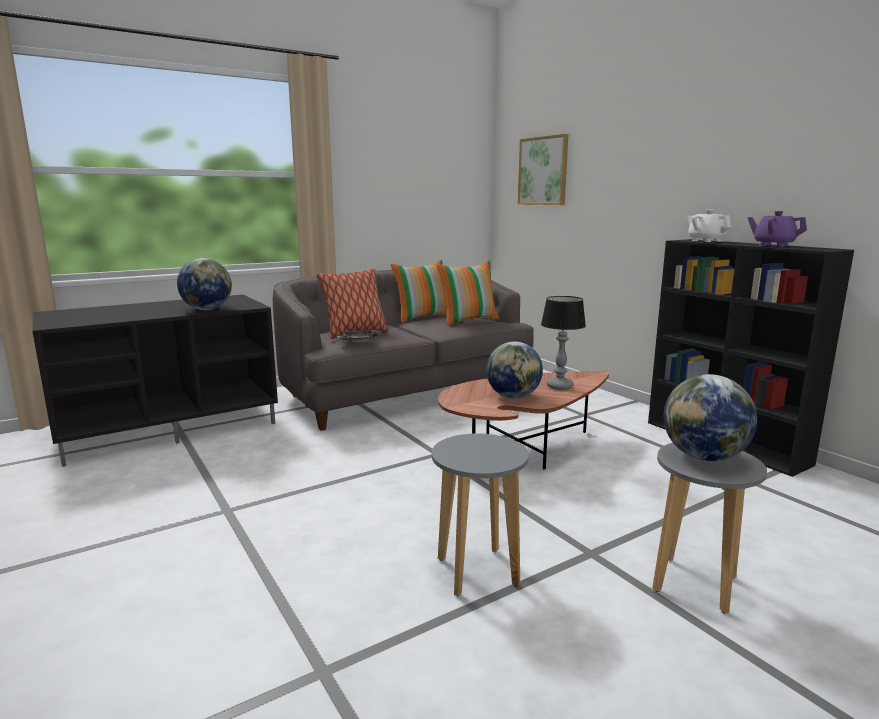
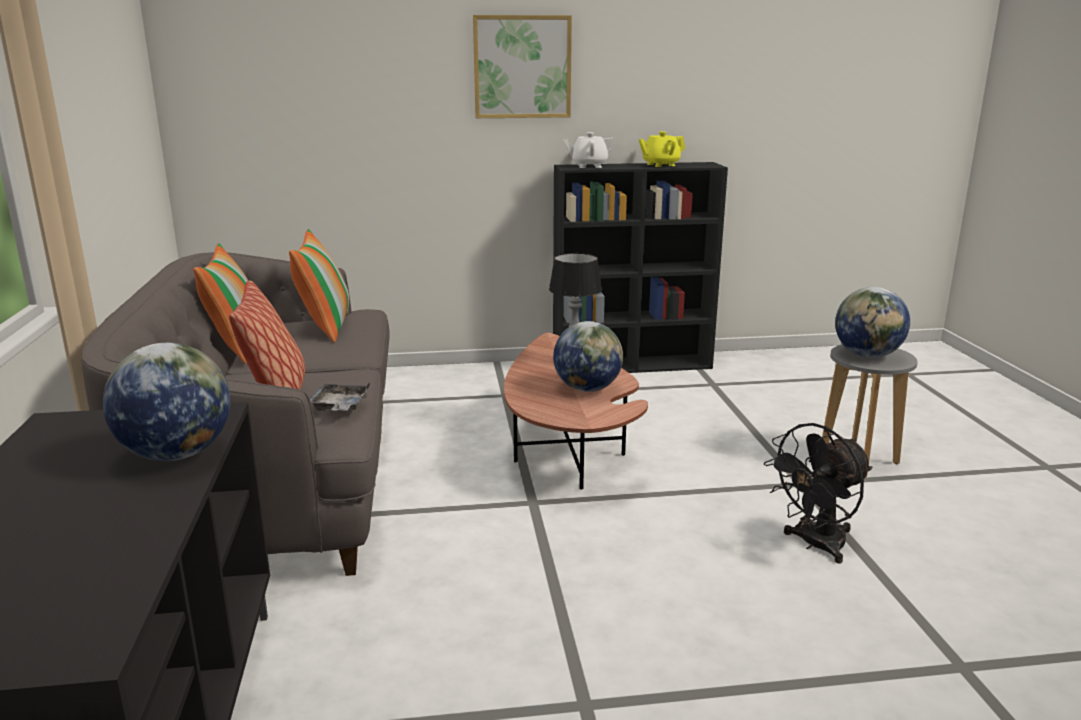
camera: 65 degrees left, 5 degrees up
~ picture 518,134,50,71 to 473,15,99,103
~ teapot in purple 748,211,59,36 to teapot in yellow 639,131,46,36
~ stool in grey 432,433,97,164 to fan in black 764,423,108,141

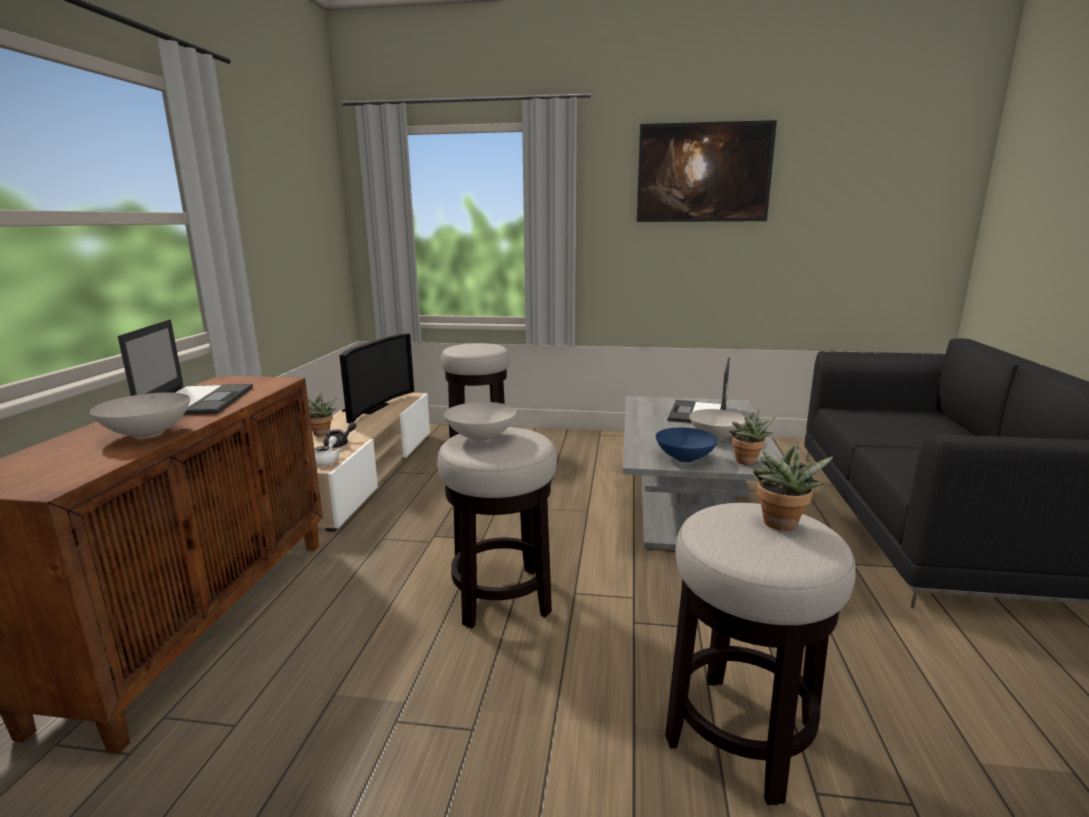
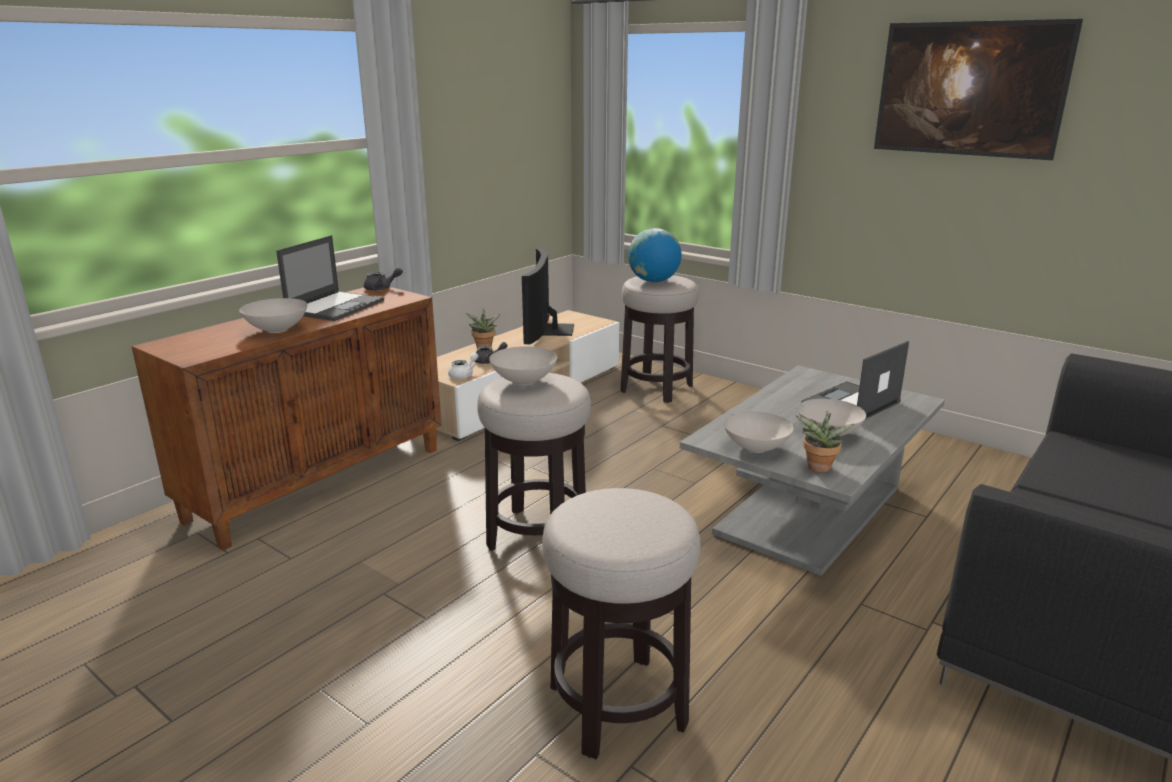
camera: 30 degrees right, 5 degrees up
+ teapot in grey 364,267,39,24
~ television 339,333,75,90 = 522,248,52,96 135 degrees clockwise
+ globe 628,228,54,54
~ bowl in blue 656,427,62,35 to bowl in white 724,411,69,42
- potted plant 753,442,80,89

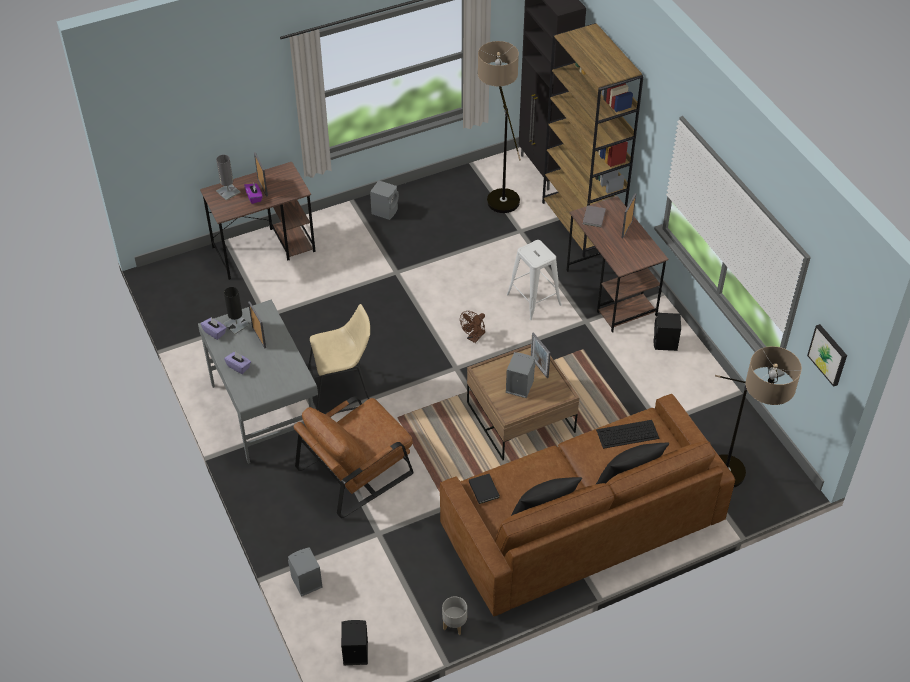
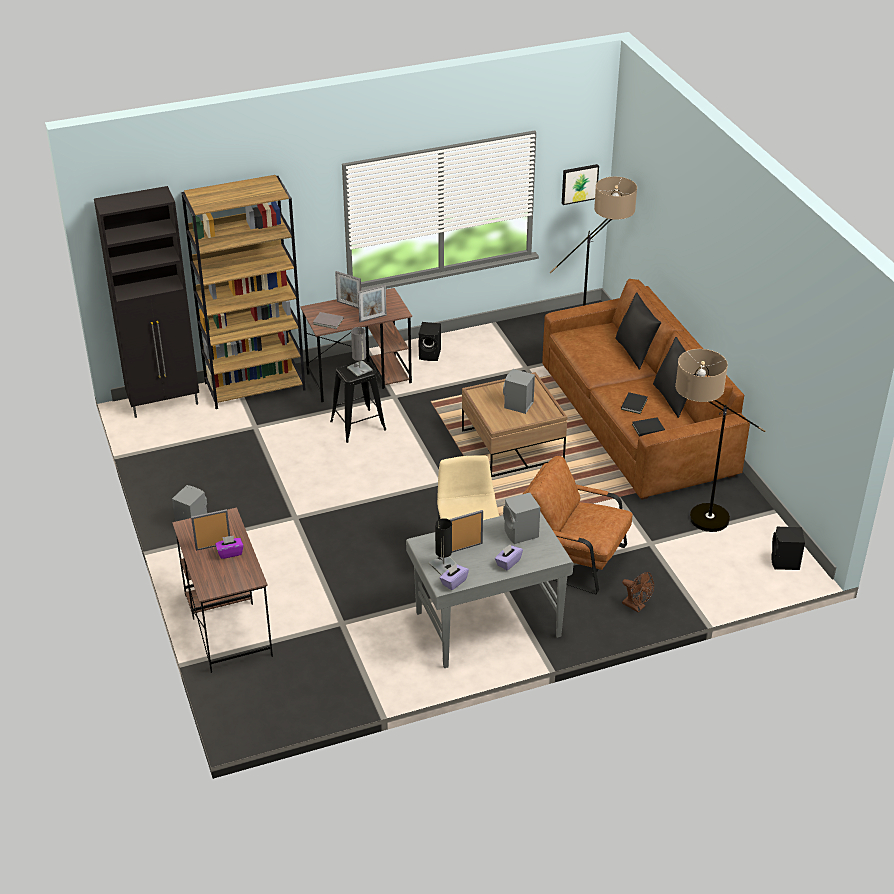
camera: 85 degrees left, 10 degrees down
~ stool in white 507,240,55,80 to stool in black 330,360,56,83
~ table lamp in grey 216,155,25,45 to 347,327,25,49
~ picture frame 531,332,20,46 to 358,285,29,37
~ speaker in grey 288,547,35,50 to 503,493,37,51
~ armchair in brown 293,397,121,121 = 523,456,110,138 150 degrees clockwise
+ book in black 621,392,27,22
~ fan in brown 460,311,25,32 to 622,572,32,41
~ floor lamp 478,41,43,172 to 675,349,90,183
- planter in grey 442,597,25,38
- keyboard 596,420,63,29

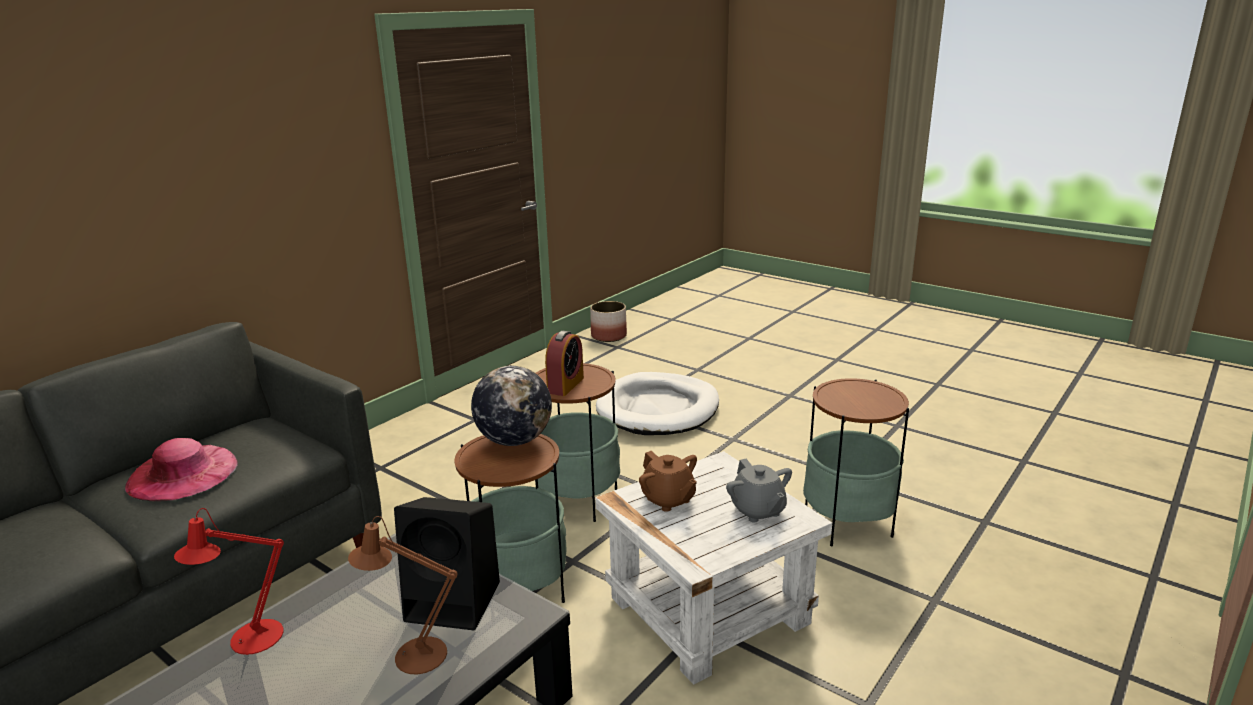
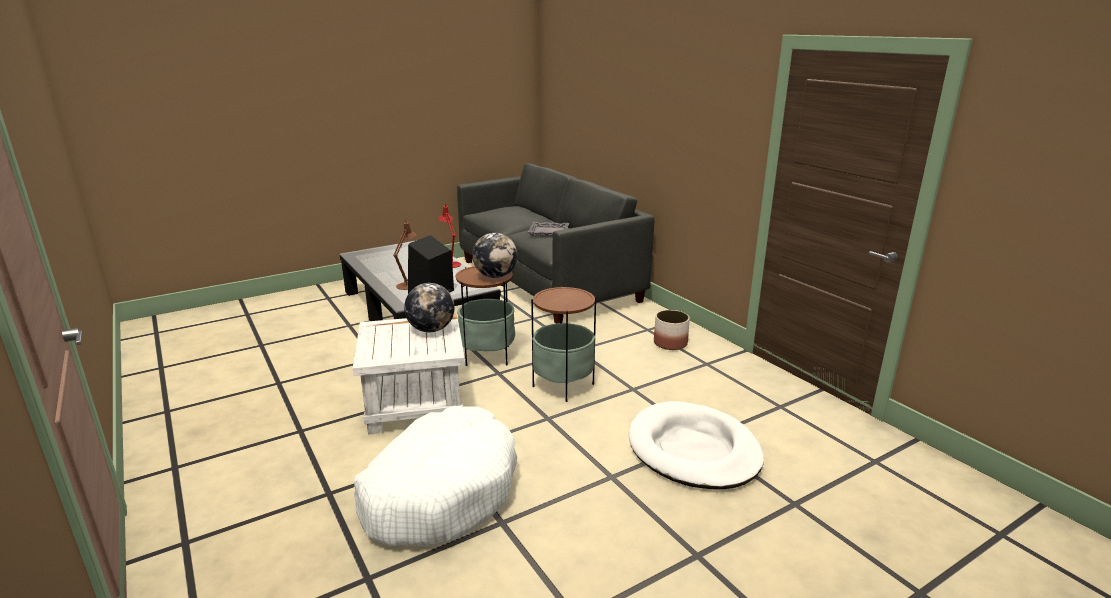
camera: 110 degrees right, 0 degrees up
~ side table 803,378,106,168 to dog bed in white 354,406,163,140
~ teapot in brown 639,451,58,61 to globe 404,283,51,49
~ hat in pink 125,438,113,63 to tray in grey 528,222,41,15
~ planter 590,301,37,41 to 654,310,36,40
- alarm clock 545,331,39,65
- teapot in grey 726,459,66,63

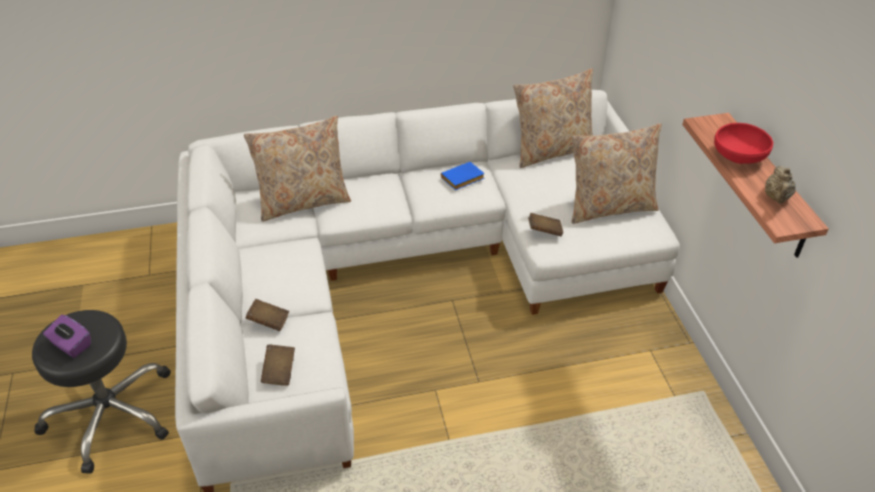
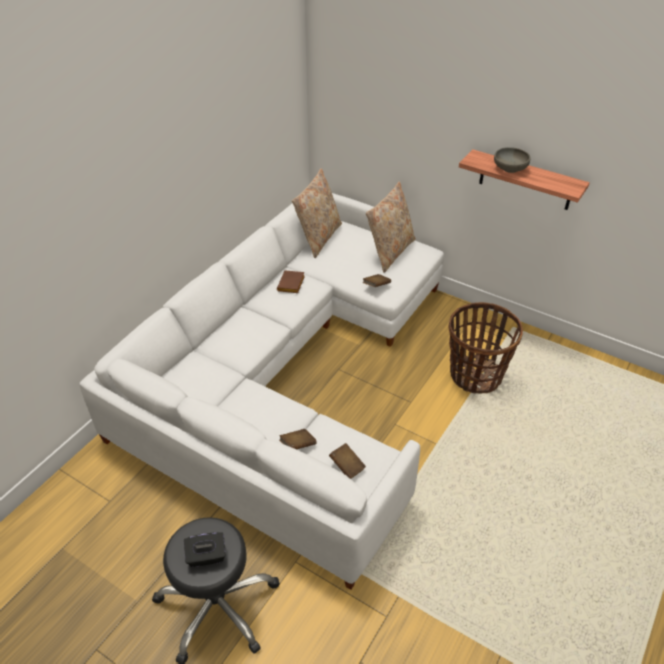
camera: 45 degrees left, 0 degrees up
~ tissue box in purple 43,314,48,44 to tissue box in black 184,532,41,35
~ book in blue 441,162,44,28 to book in brown 277,270,28,23
+ basket 449,302,74,91
~ bowl in red 714,123,59,41 to bowl in grey 494,147,37,26
- pillow in beige 244,116,107,106
- teapot in beige 765,166,31,38

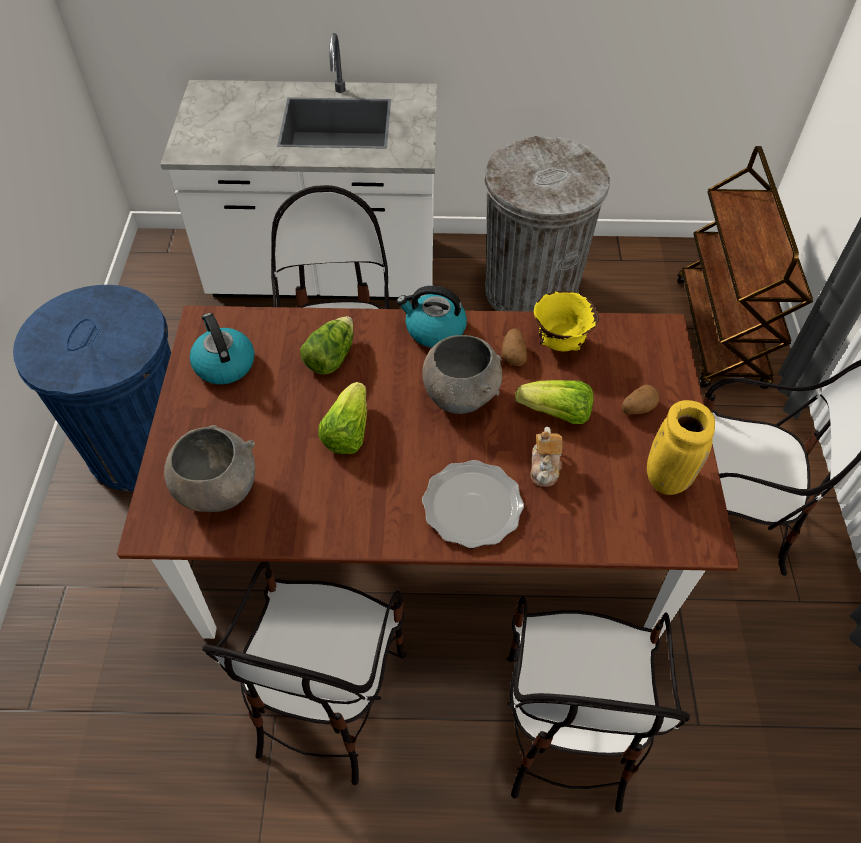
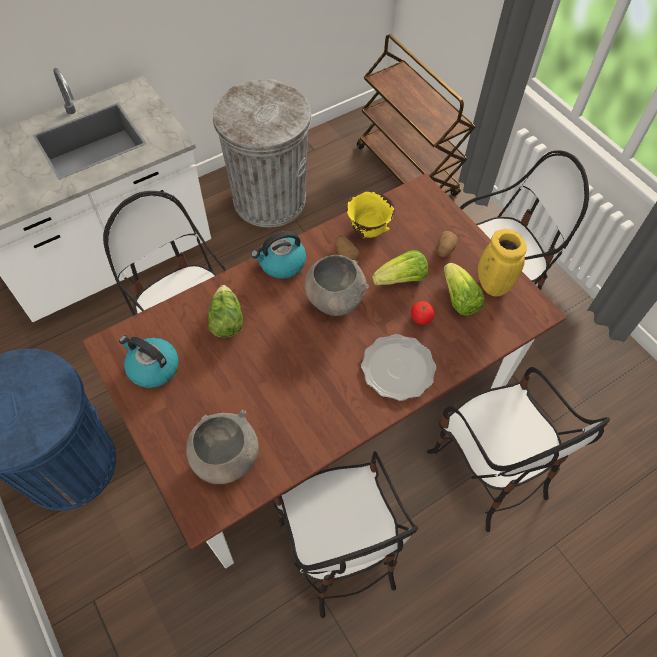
camera: 35 degrees left, 5 degrees up
~ teapot 531,427,32,60 to tomato 411,301,23,24
~ lettuce 318,382,49,72 to 444,263,41,53

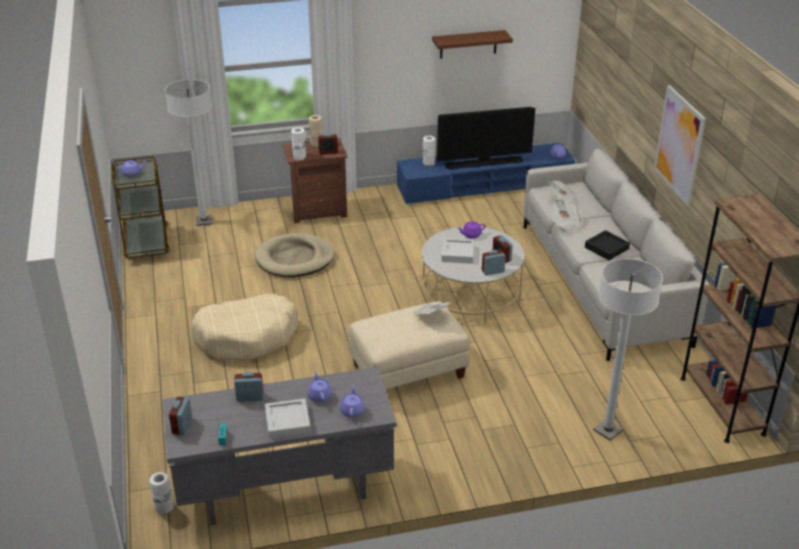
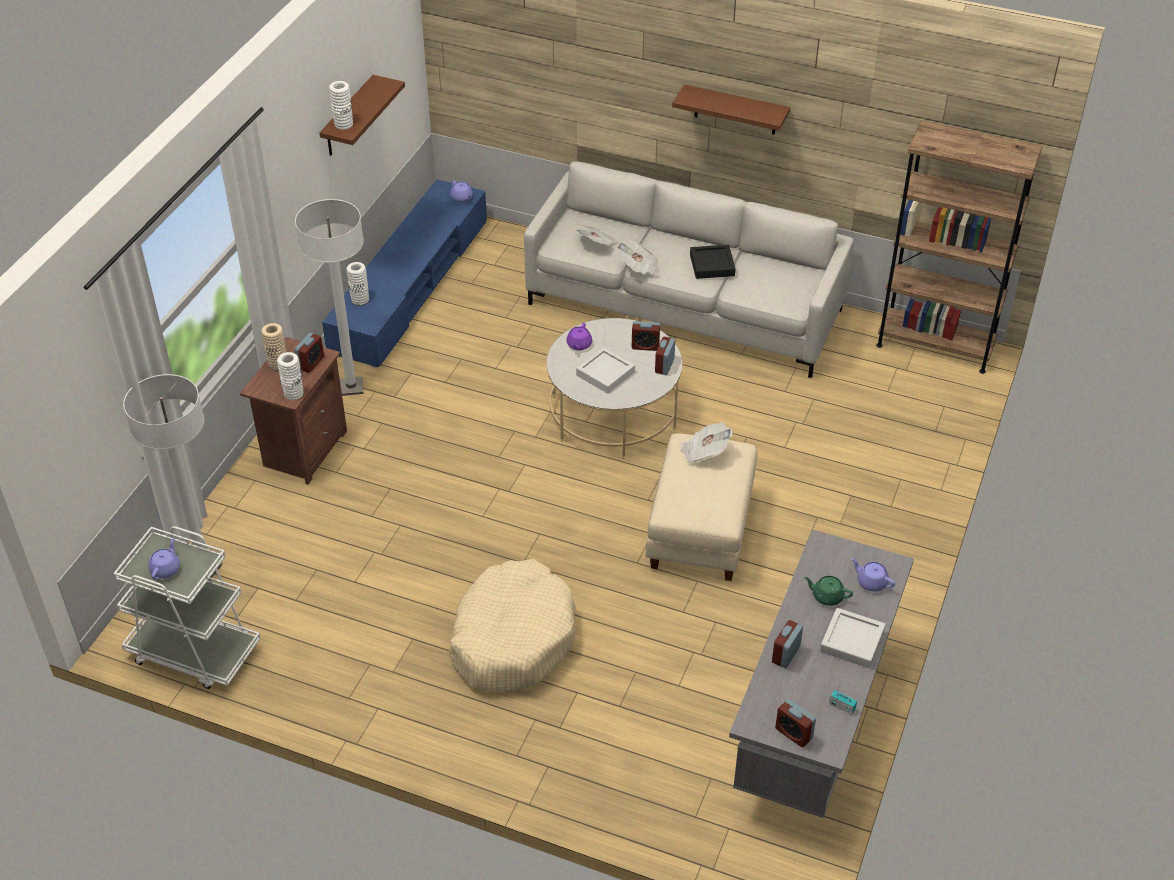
camera: 55 degrees left, 10 degrees up
~ cart in brown 111,156,59,102 to cart in white 113,526,148,163
~ floor lamp in white 593,258,70,183 to 295,199,69,197
~ vase in white 149,472,24,43 to 329,81,24,49
~ picture 654,85,52,121 to shelf in brown 672,84,118,51
~ teapot in purple 307,371,26,31 to teapot in green 804,576,49,30
- dog bed in beige 255,233,79,44
- television 437,107,99,62

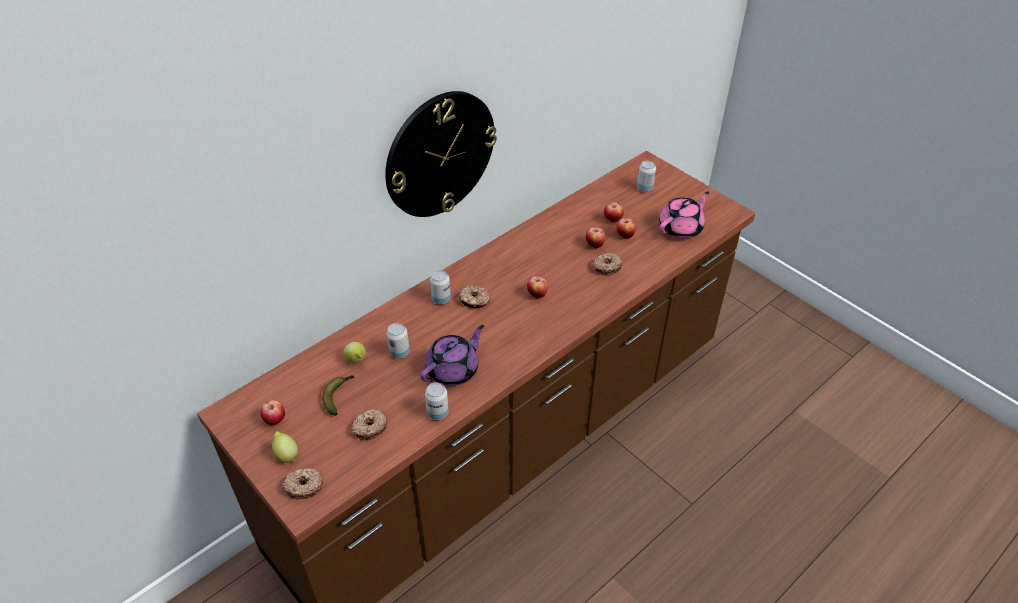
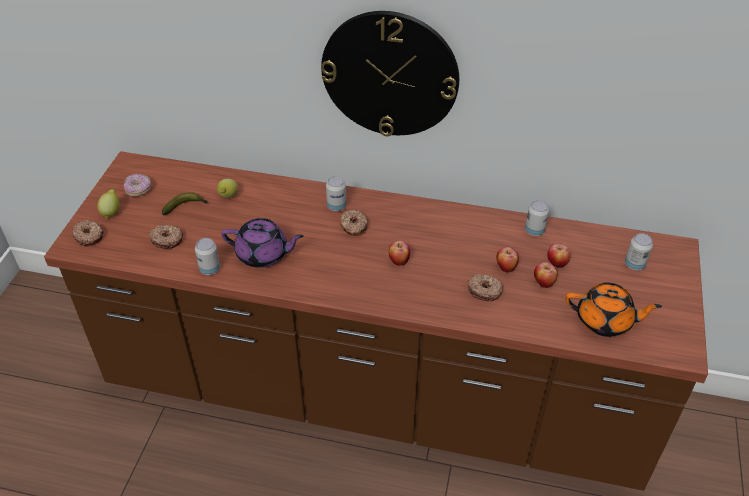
camera: 55 degrees right, 0 degrees up
~ apple 261,400,24,26 to donut 124,174,27,23
~ can 386,323,24,36 to 525,200,24,36
~ teapot in pink 659,191,50,48 to teapot in orange 565,282,97,55

